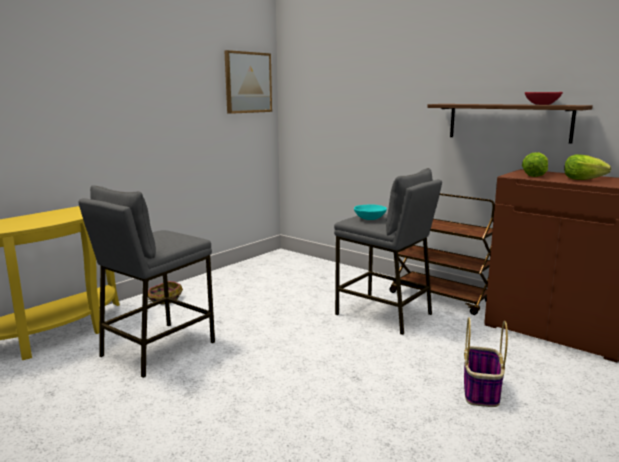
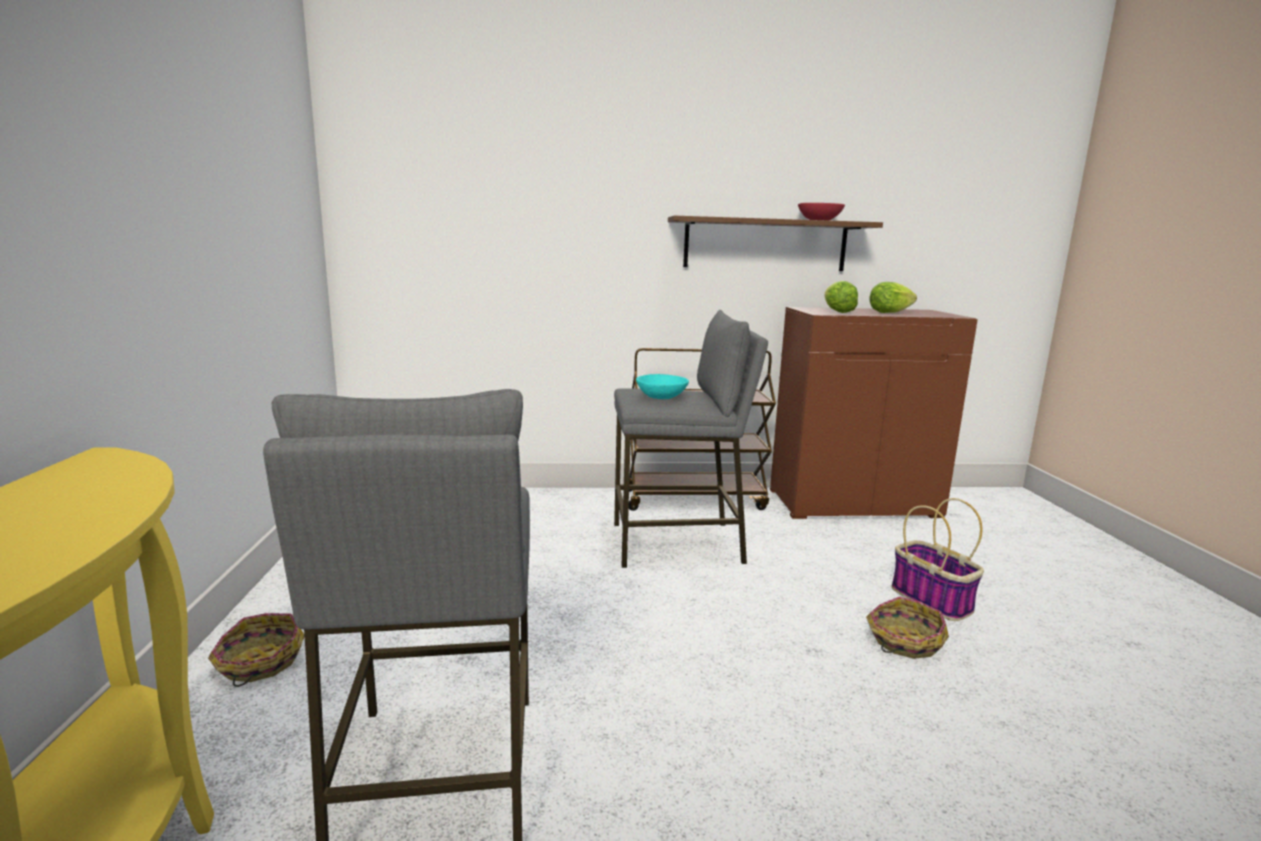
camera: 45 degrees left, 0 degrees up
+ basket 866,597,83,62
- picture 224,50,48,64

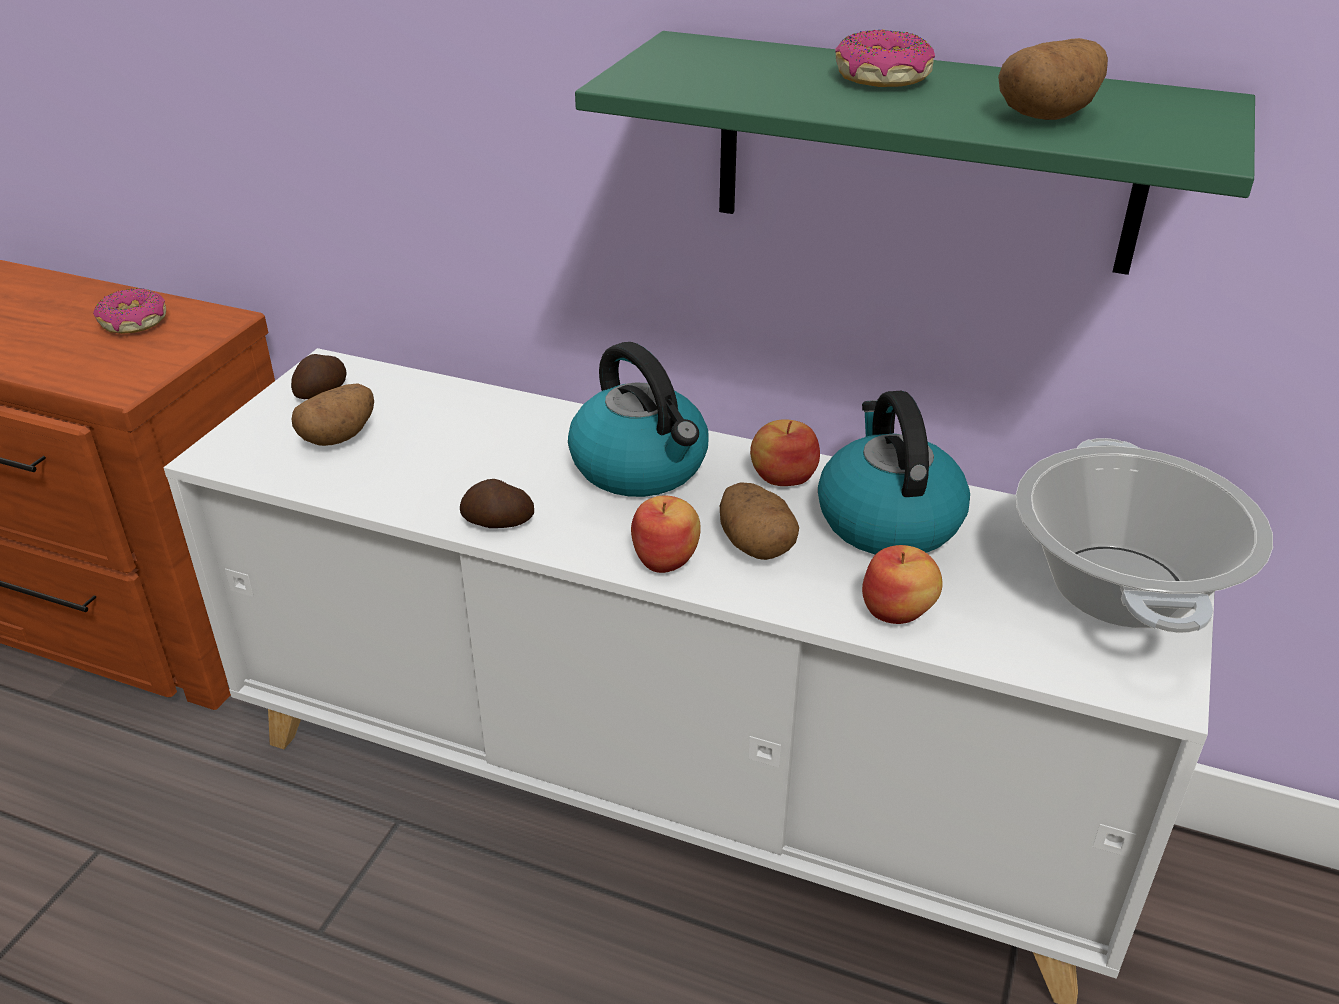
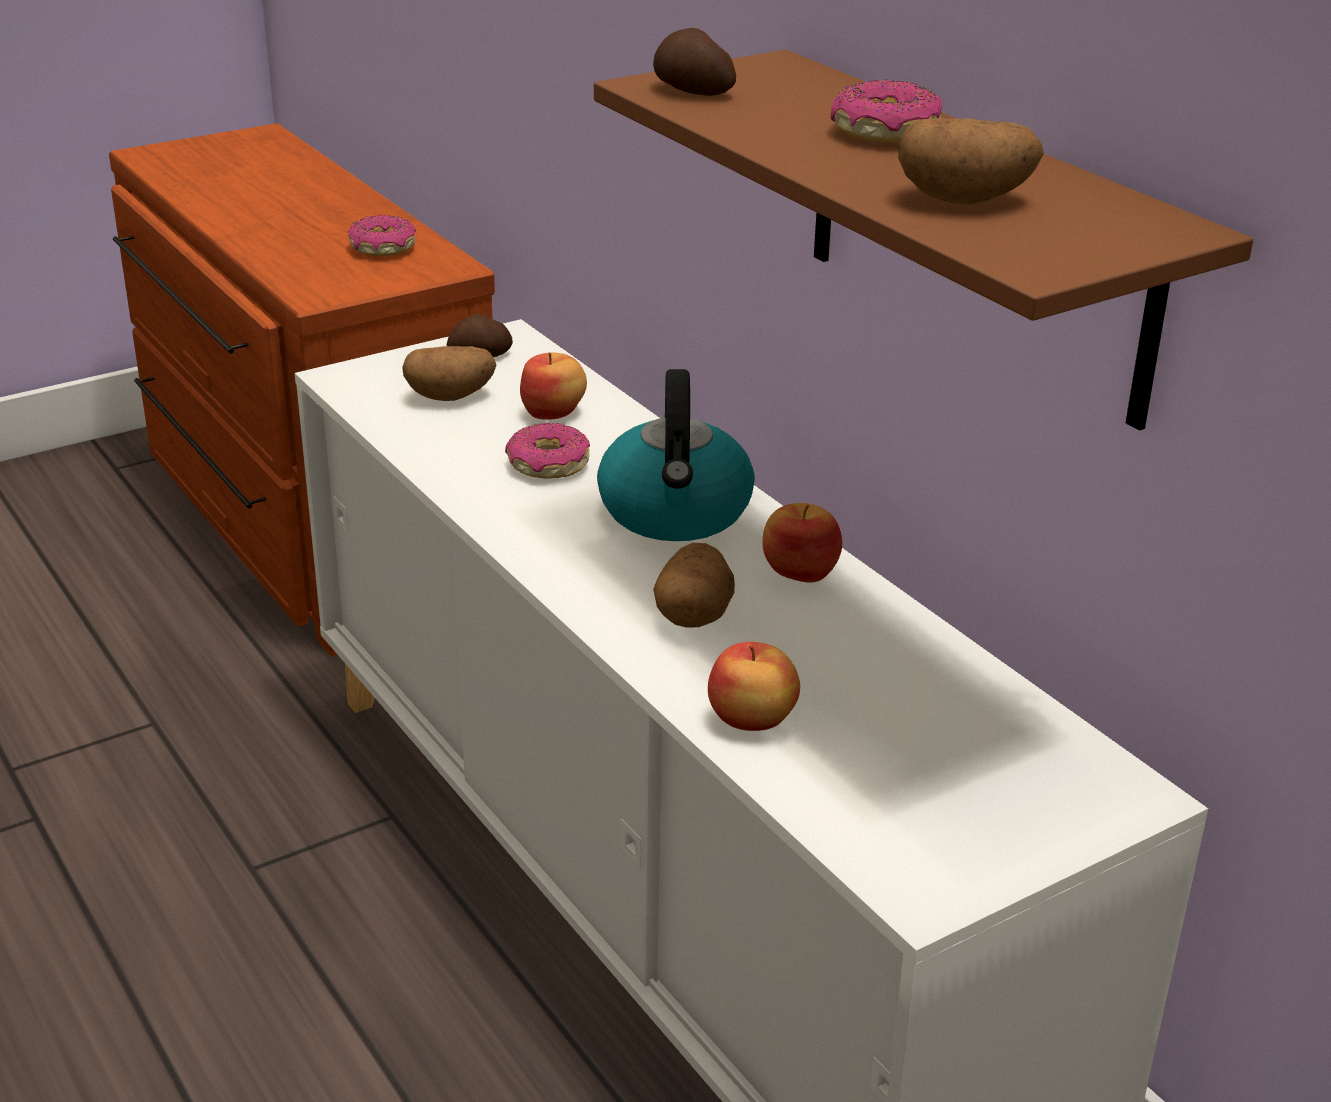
camera: 35 degrees right, 5 degrees down
+ donut 505,423,85,56
~ apple 631,496,70,77 to 520,352,67,68
~ shelf in green 575,31,680,244 to shelf in brown 594,50,659,381
~ potato 460,479,74,49 to 653,28,83,68
- kettle 818,391,152,164
- cooking pot 1016,438,257,195

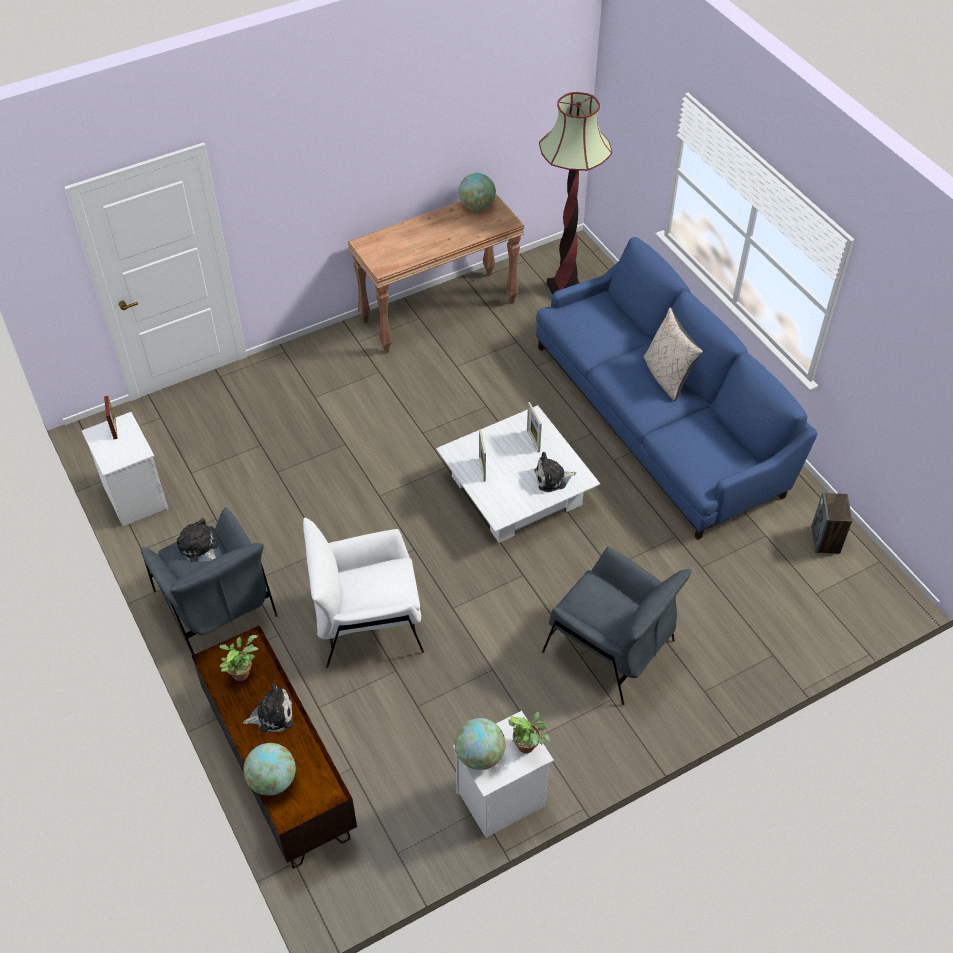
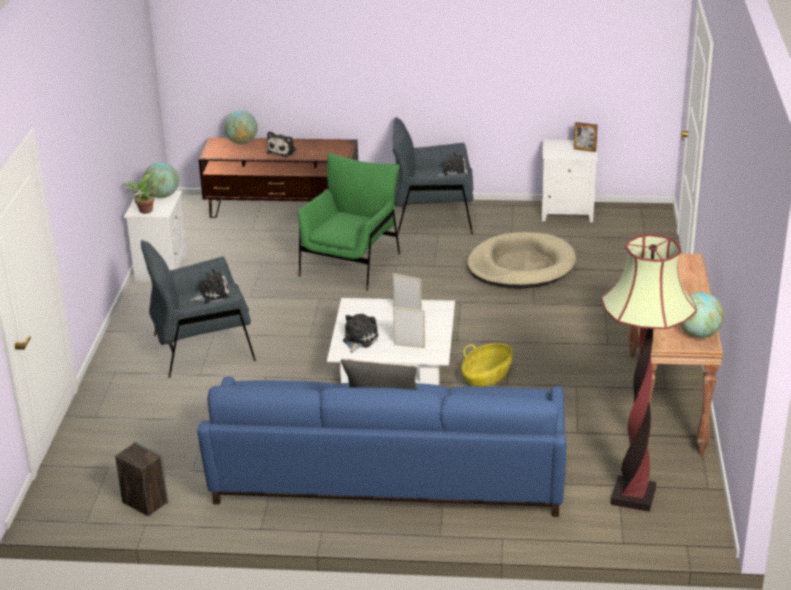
camera: 125 degrees right, 20 degrees down
+ plush toy 190,268,40,35
~ armchair in white 303,518,121,150 to armchair in green 298,153,102,138
+ basket 461,343,52,44
+ dog bed in beige 467,232,109,56
- potted plant 220,635,38,46

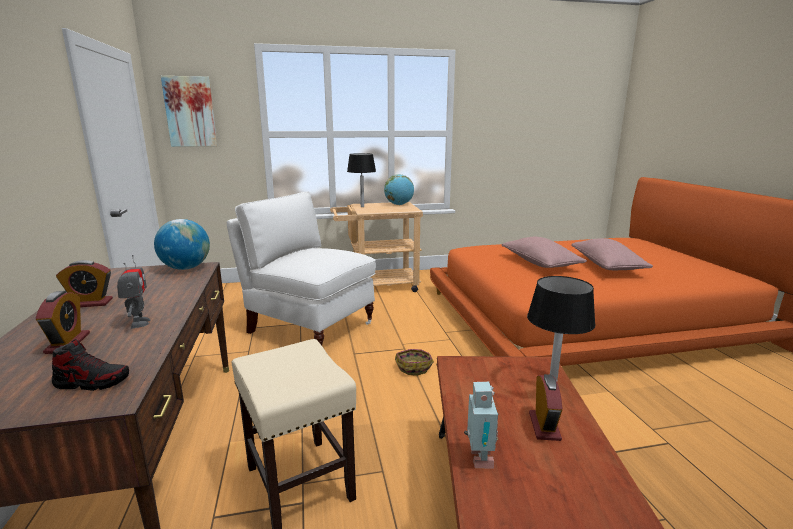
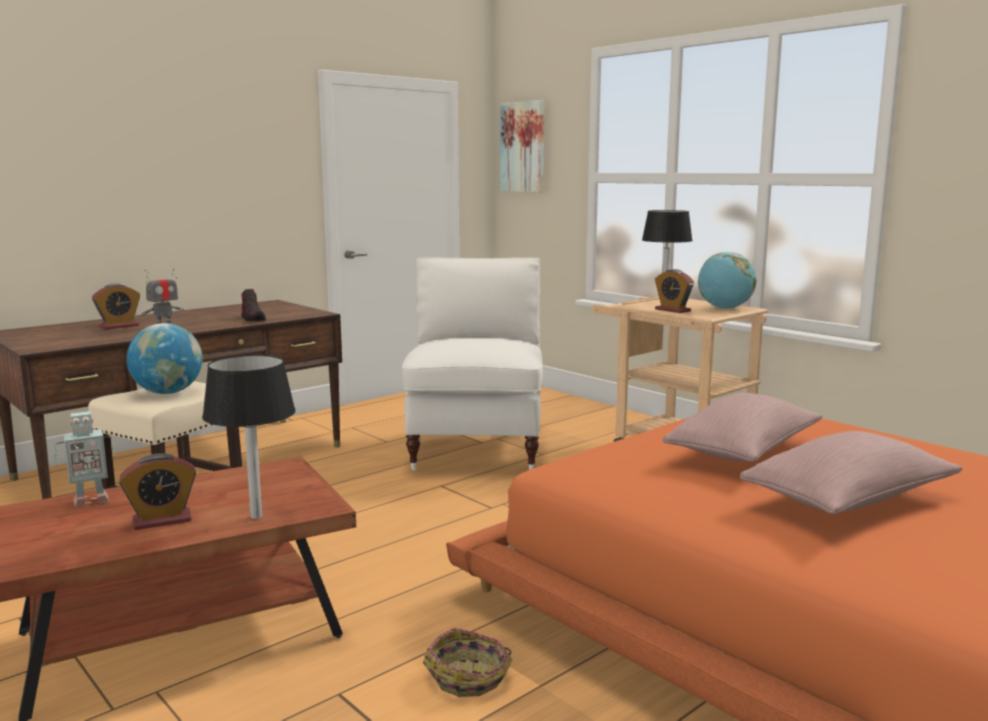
camera: 60 degrees right, 5 degrees down
~ globe 154,219,56,51 to 127,323,75,71
~ shoe 52,339,77,52 to 241,289,25,32
~ basket 395,349,39,27 to 423,628,89,69
~ alarm clock 56,260,57,47 to 655,269,39,44

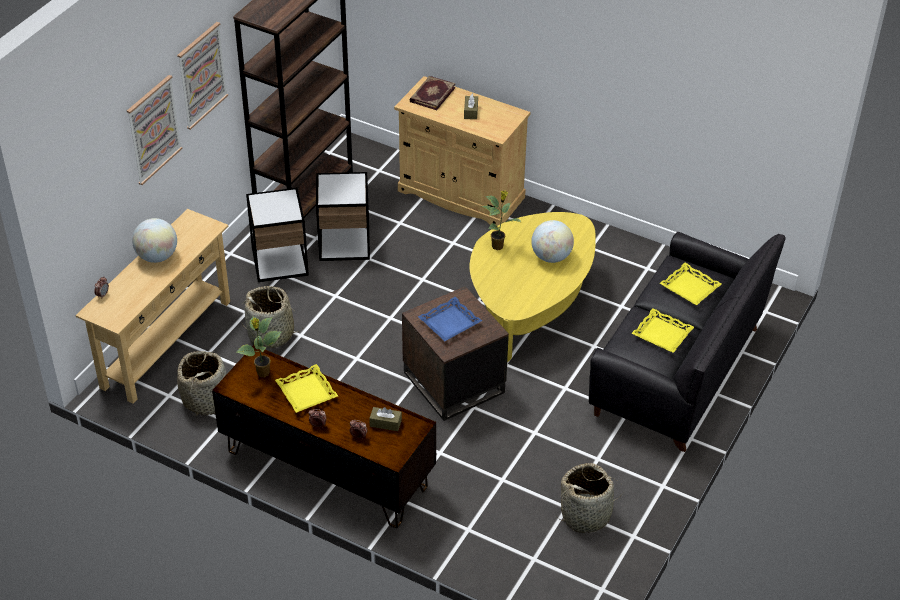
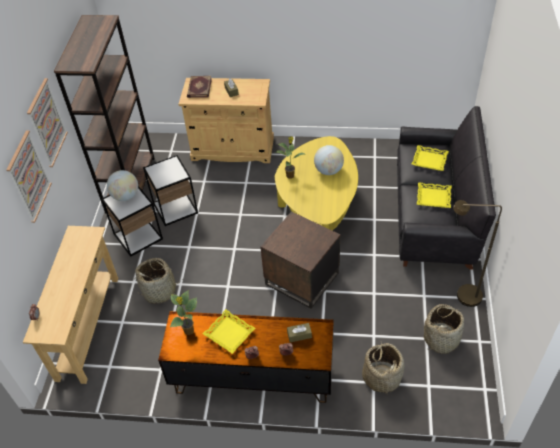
camera: 20 degrees left, 5 degrees up
~ globe 132,218,45,45 to 107,170,31,31
~ basket 177,351,49,65 to 362,343,42,52
+ floor lamp in brown 453,200,49,107
- tray in blue 418,297,64,44

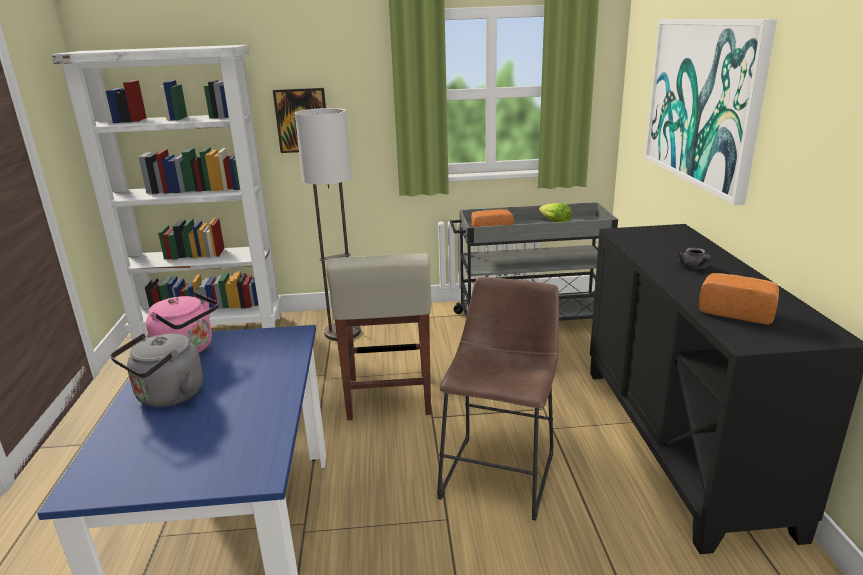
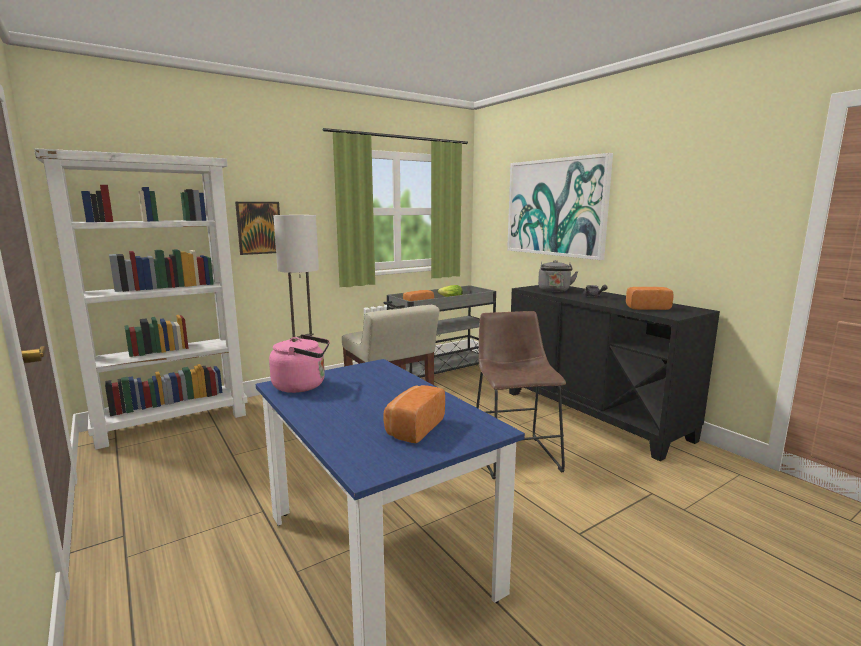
camera: 30 degrees left, 10 degrees down
+ bread 383,385,62,58
~ kettle in grey 110,333,93,74 to 538,260,40,32

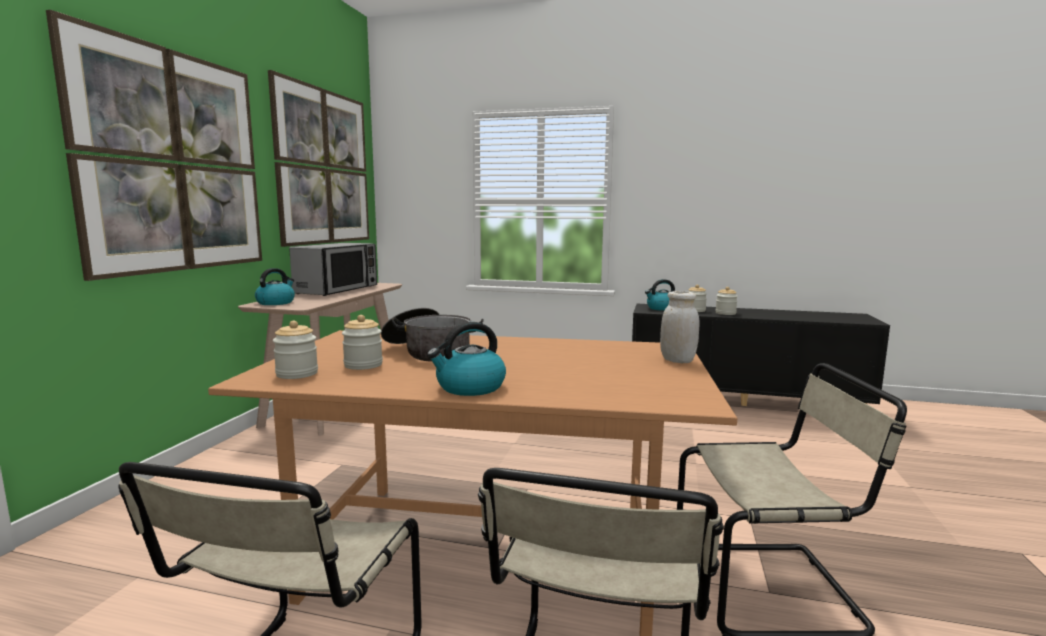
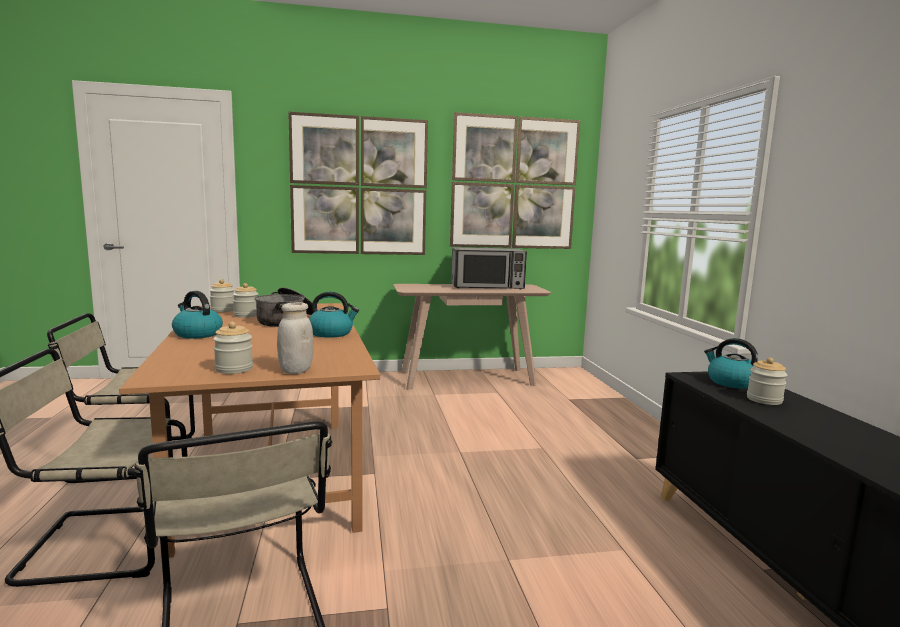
camera: 65 degrees right, 0 degrees up
~ jar 715,287,23,28 to 213,322,40,52
~ kettle 255,268,40,37 to 309,292,50,46

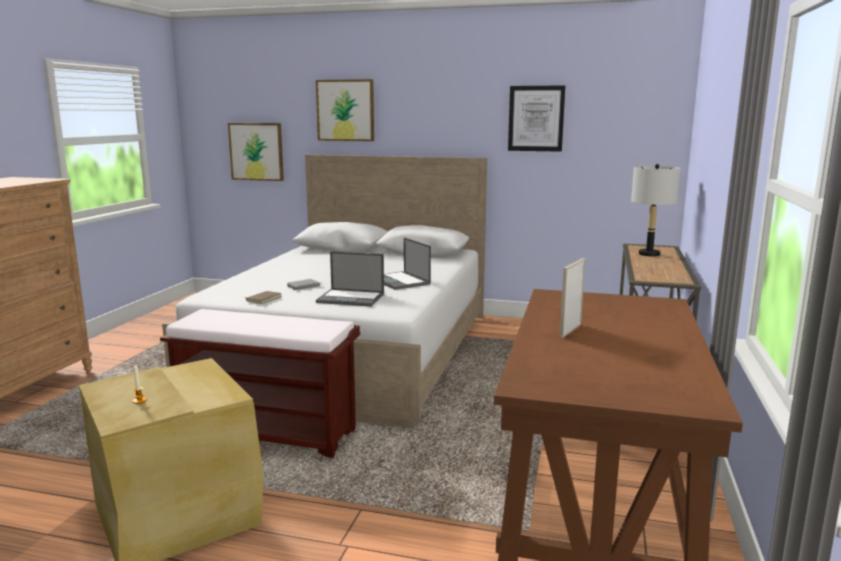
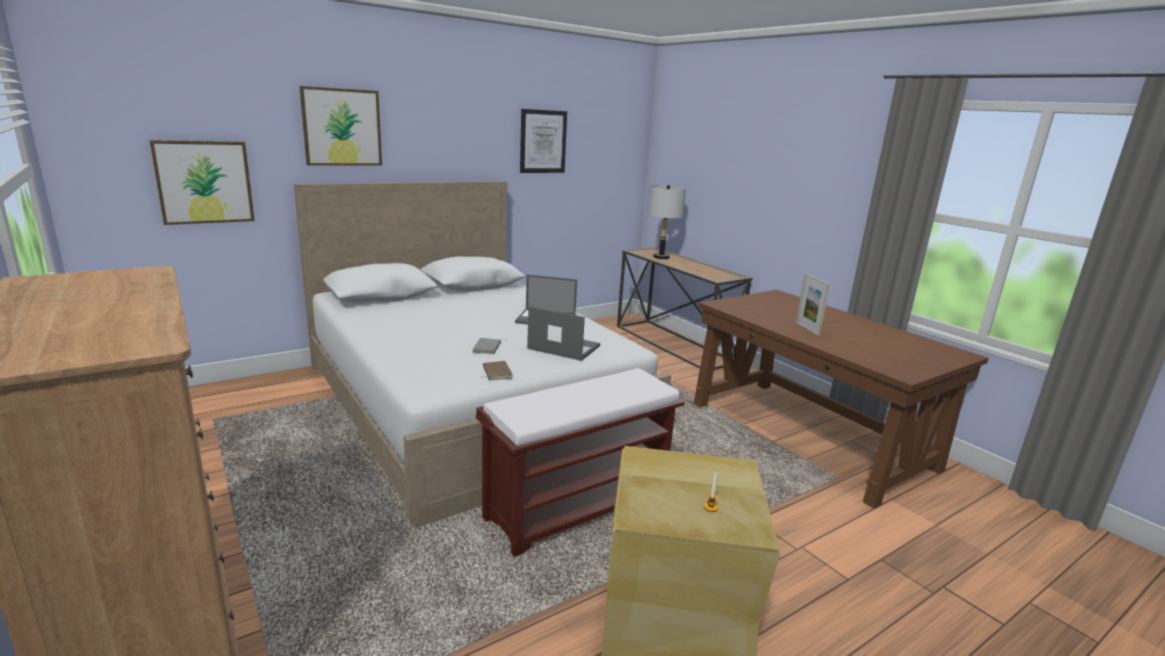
camera: 50 degrees left, 5 degrees up
~ laptop 316,251,68,56 = 527,306,73,55 120 degrees counterclockwise

